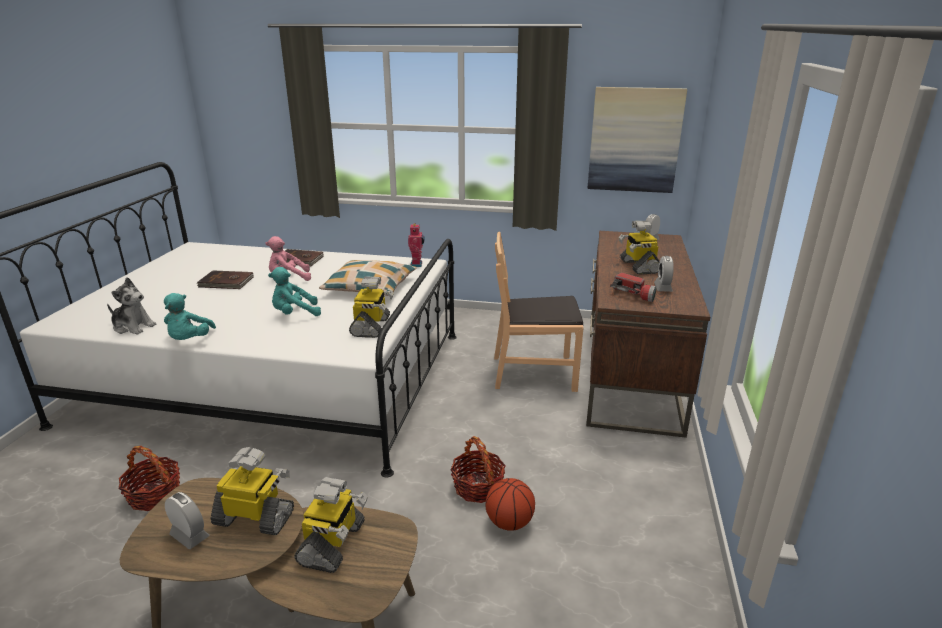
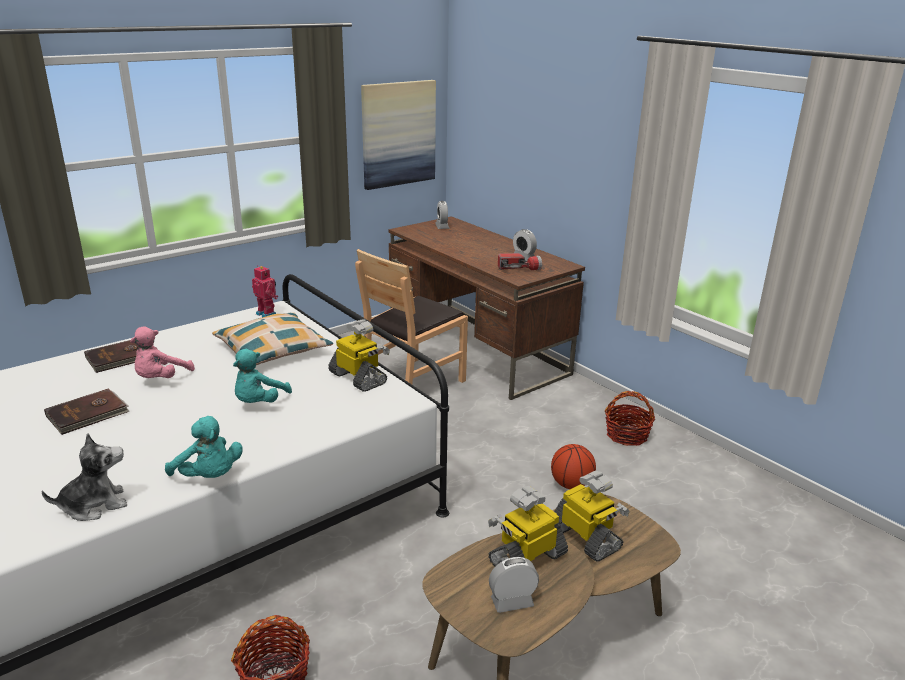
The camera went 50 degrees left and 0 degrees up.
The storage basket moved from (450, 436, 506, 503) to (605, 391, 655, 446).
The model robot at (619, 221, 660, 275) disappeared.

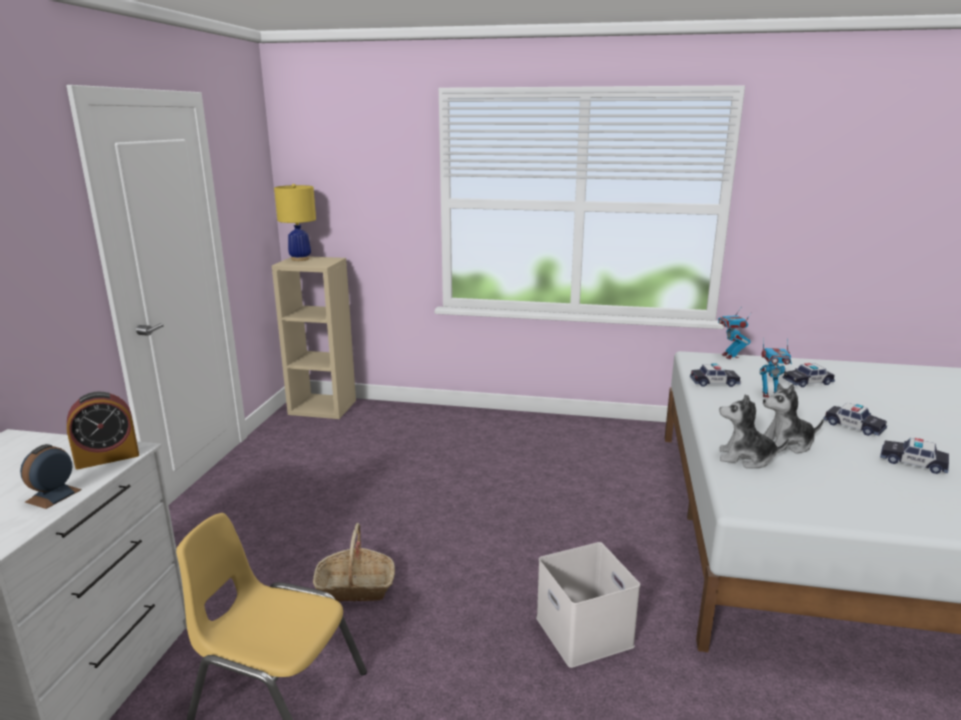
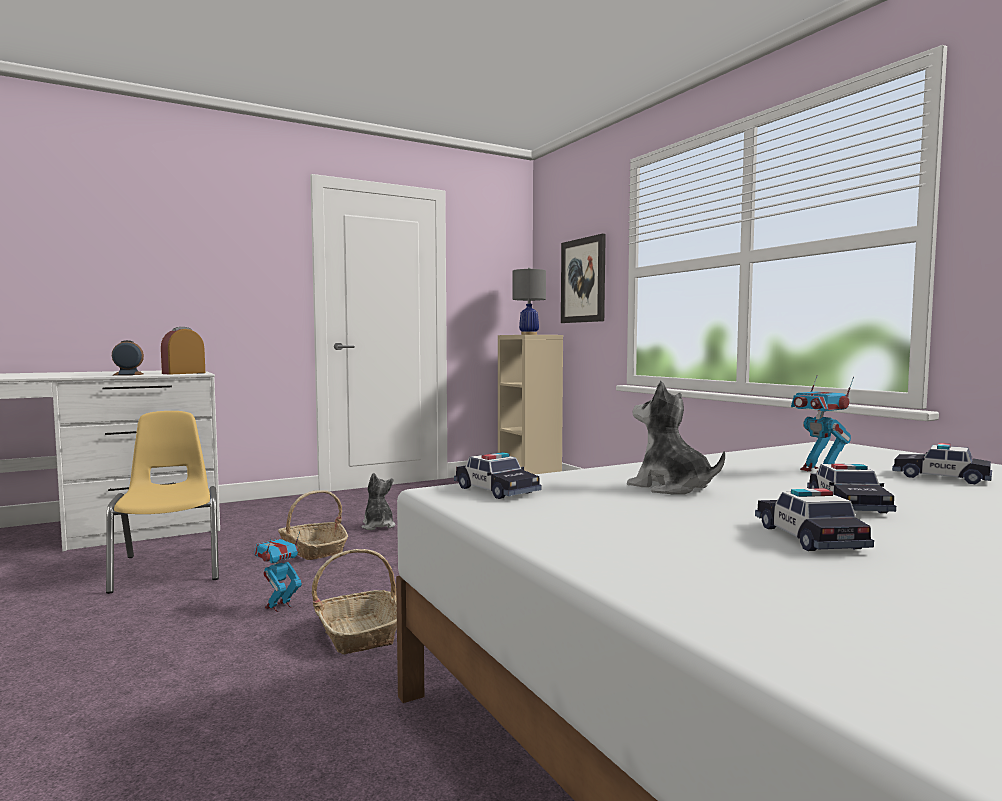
The camera went 50 degrees right and 15 degrees down.
The bedside clock at (67, 392, 139, 470) turned 105 degrees clockwise.
The model robot moved from (718, 306, 752, 359) to (254, 531, 302, 612).
The storage container (white) at (536, 542, 640, 668) was replaced by the storage basket at (311, 549, 397, 655).
The plush toy moved from (720, 394, 789, 468) to (362, 473, 395, 530).
The miniature car moved from (690, 363, 741, 387) to (454, 452, 541, 499).
The lamp for a table (yellow-coloured) at (274, 184, 316, 261) became the lamp for a table (gray) at (513, 268, 546, 335).
The picture at (561, 234, 606, 323) appeared.

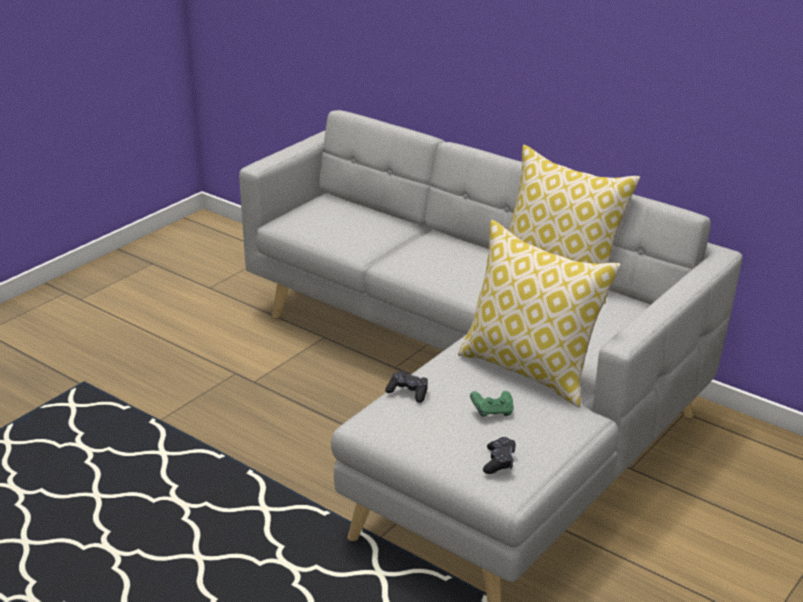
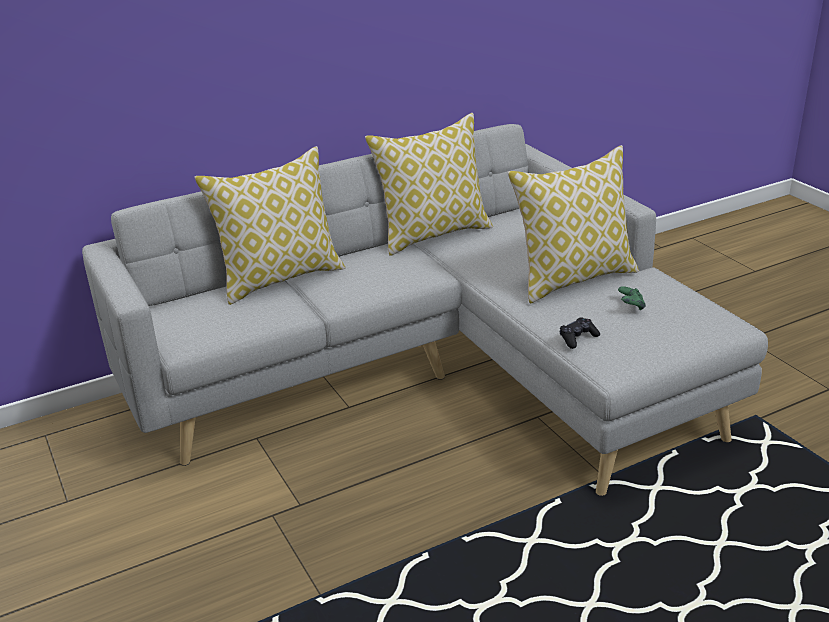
The camera went 65 degrees left and 0 degrees up.
The cushion at (194, 146, 346, 305) appeared.
The joypad (black) at (483, 437, 516, 474) disappeared.

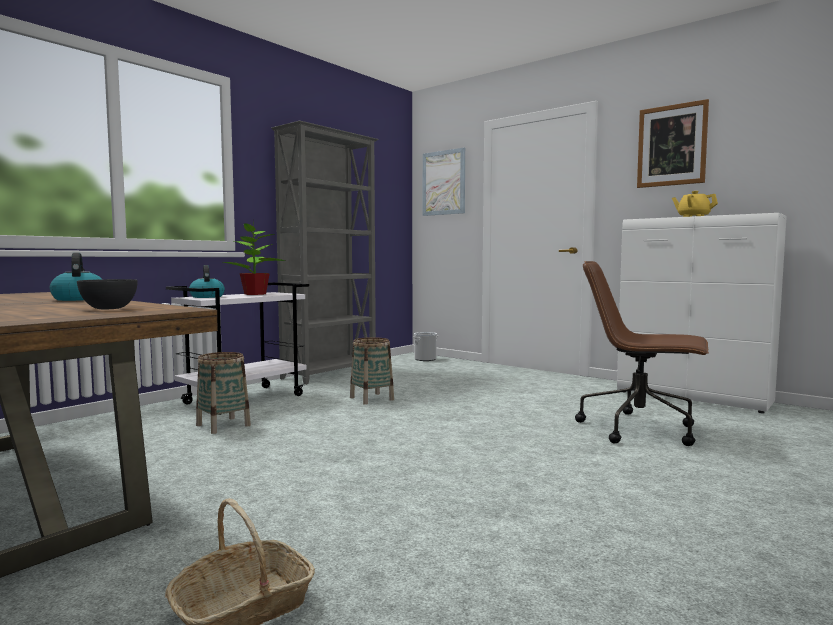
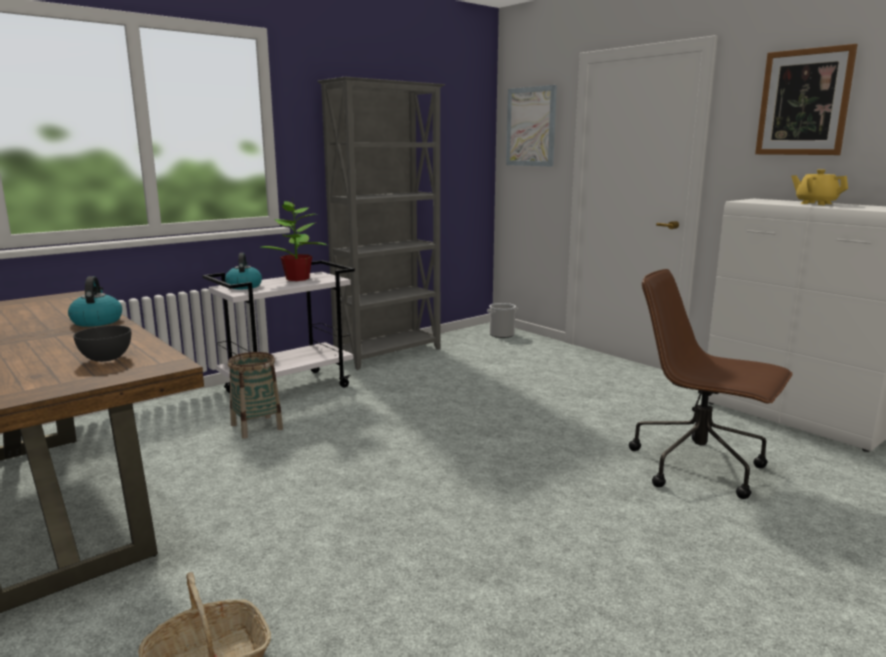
The camera went 10 degrees right and 10 degrees up.
The storage basket at (350, 337, 394, 405) disappeared.

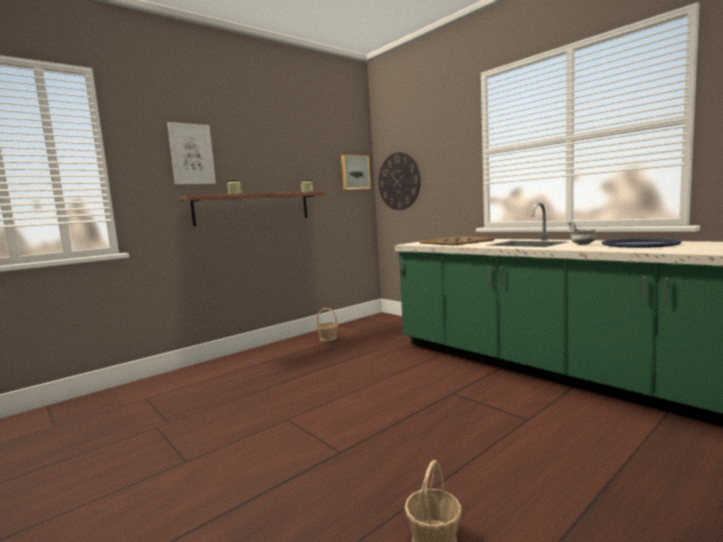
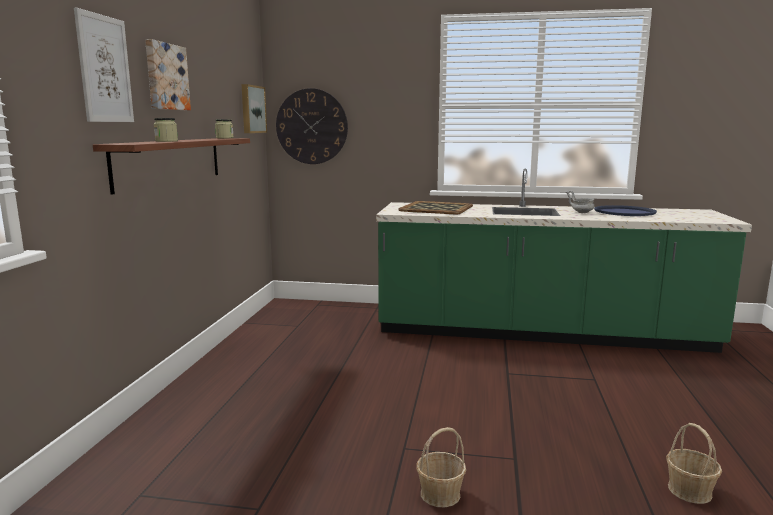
The camera went 40 degrees left and 5 degrees up.
The picture at (145, 39, 191, 110) appeared.
The storage basket moved from (317, 308, 338, 341) to (416, 427, 466, 507).

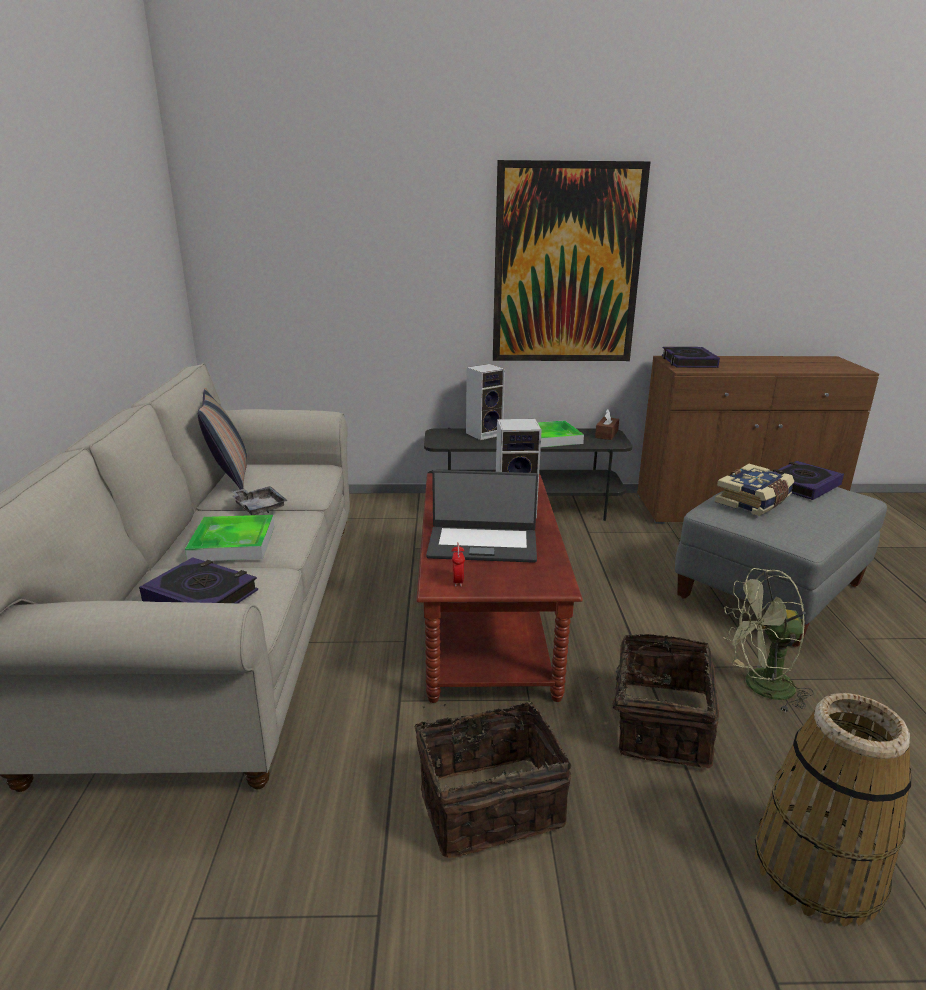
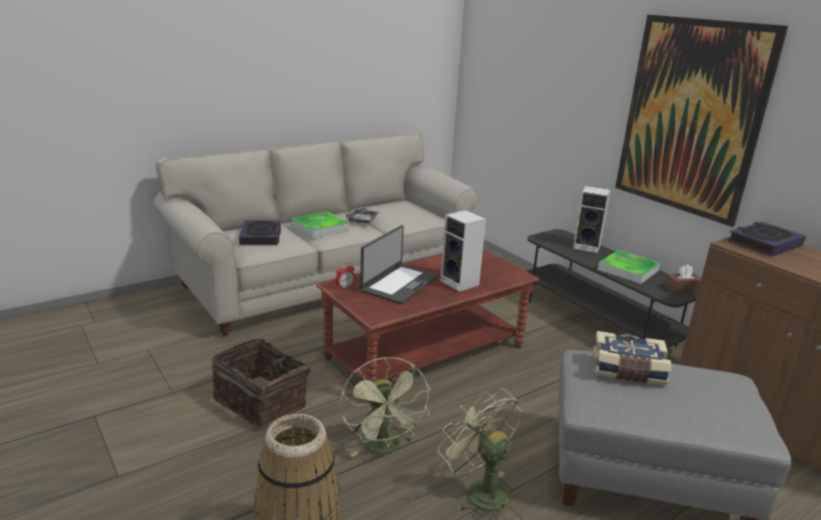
The camera went 55 degrees right and 0 degrees up.
The storage basket at (591, 634, 719, 768) was replaced by the electric fan (green-coloured) at (340, 357, 431, 457).
The notebook computer at (426, 470, 538, 563) turned 120 degrees counterclockwise.
The cushion at (198, 388, 247, 490) disappeared.
The volume at (773, 461, 844, 500) disappeared.

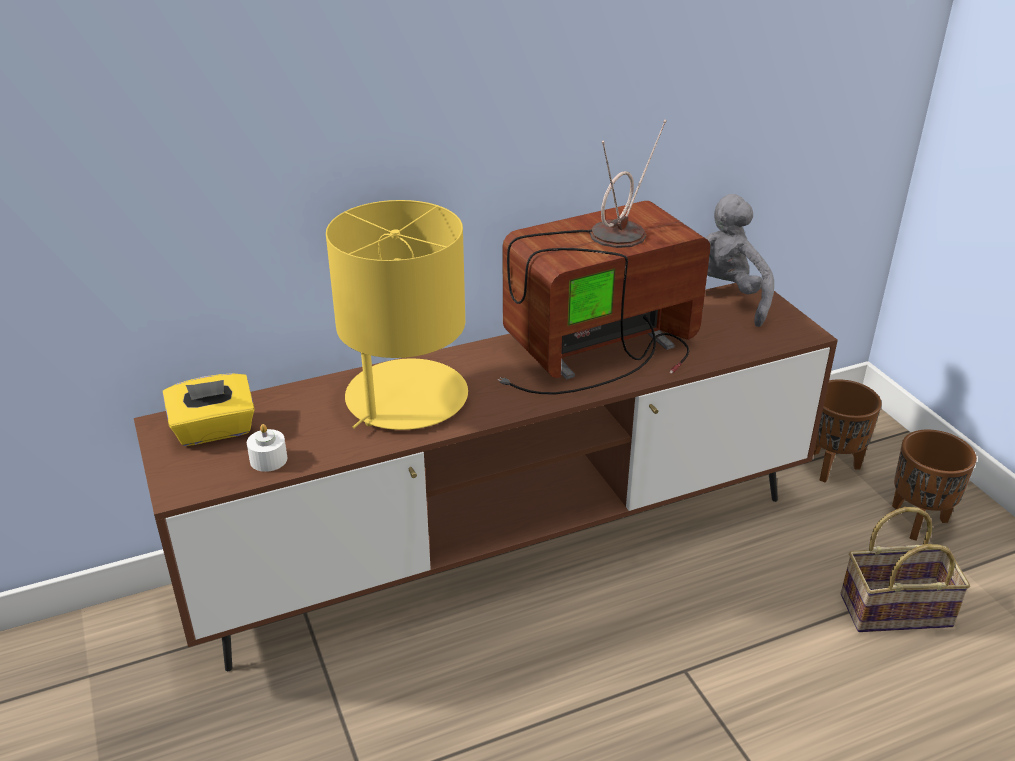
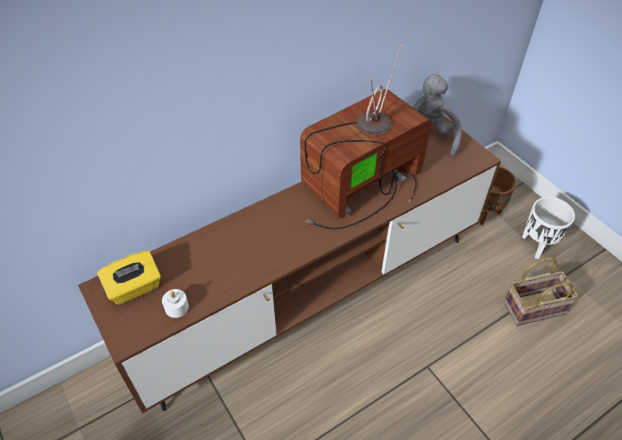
The camera went 10 degrees left and 15 degrees up.
The flower pot (brownish) at (892, 430, 977, 541) became the flower pot (white) at (522, 197, 575, 259).
The lamp for a table (yellow-coloured) at (326, 200, 468, 430) disappeared.

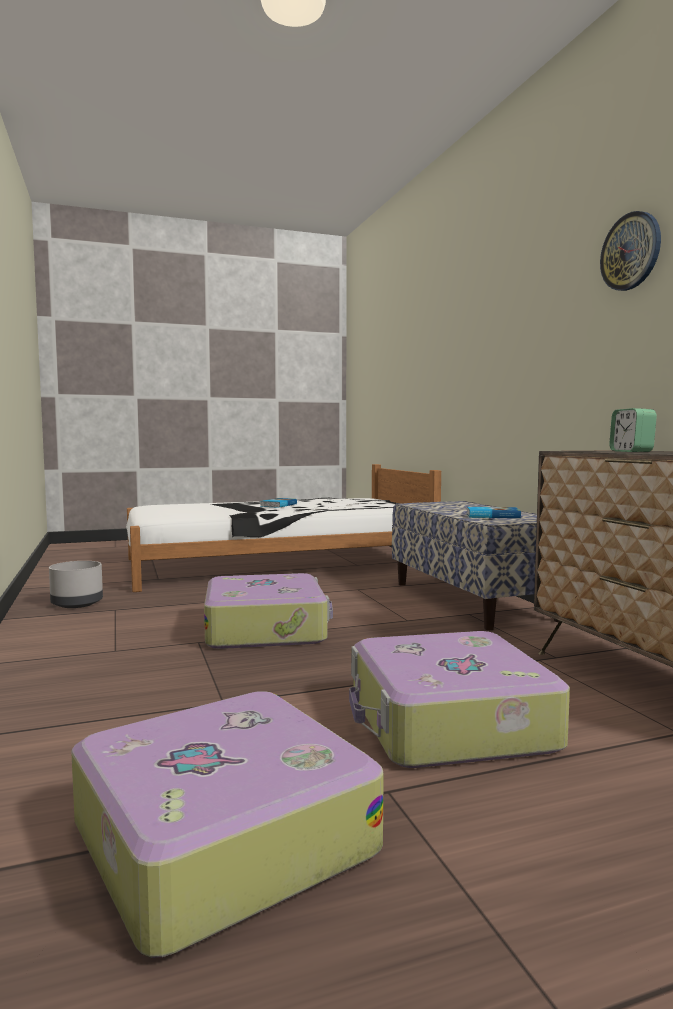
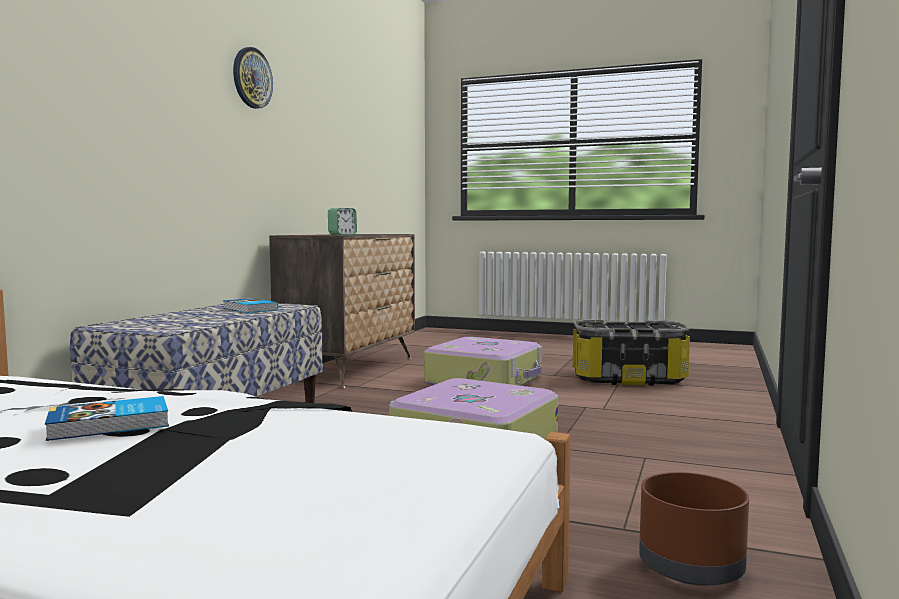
The camera went 140 degrees left and 0 degrees up.
The suitcase at (71, 691, 384, 957) was replaced by the storage container at (573, 320, 690, 386).
The flower pot (gray) at (49, 561, 103, 608) became the flower pot (brownish) at (639, 472, 749, 585).

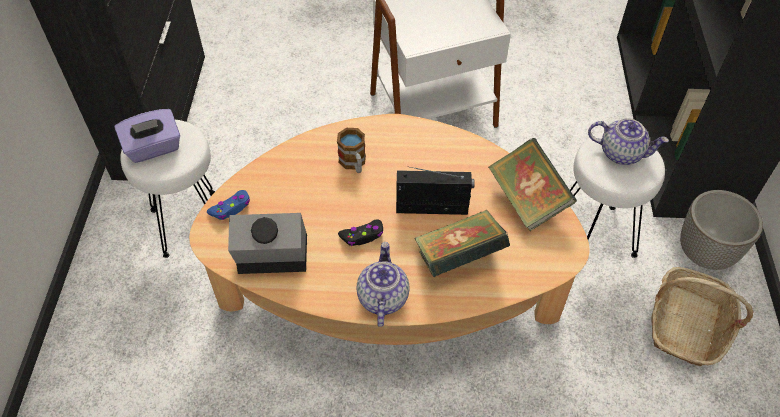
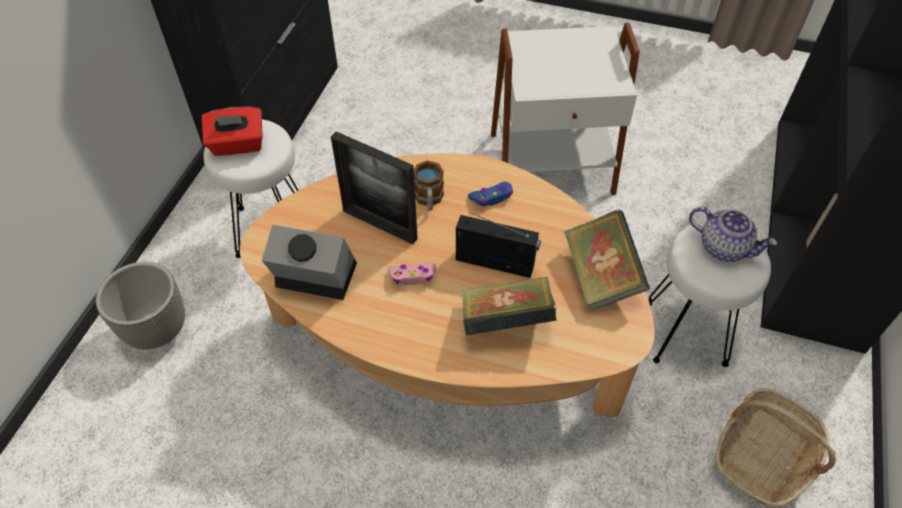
The camera went 15 degrees right and 0 degrees up.
The flower pot moved from (680, 190, 763, 270) to (96, 262, 185, 350).
The tissue box (purple-coloured) at (114, 109, 180, 163) became the tissue box (reddish) at (202, 107, 263, 156).
The photo frame at (331, 131, 418, 244) appeared.
The joypad (black) at (338, 219, 383, 246) became the joypad (pink) at (388, 262, 436, 285).
The joypad (blue-coloured) moved from (207, 190, 250, 220) to (468, 182, 513, 206).
The teapot at (357, 242, 409, 327) disappeared.

